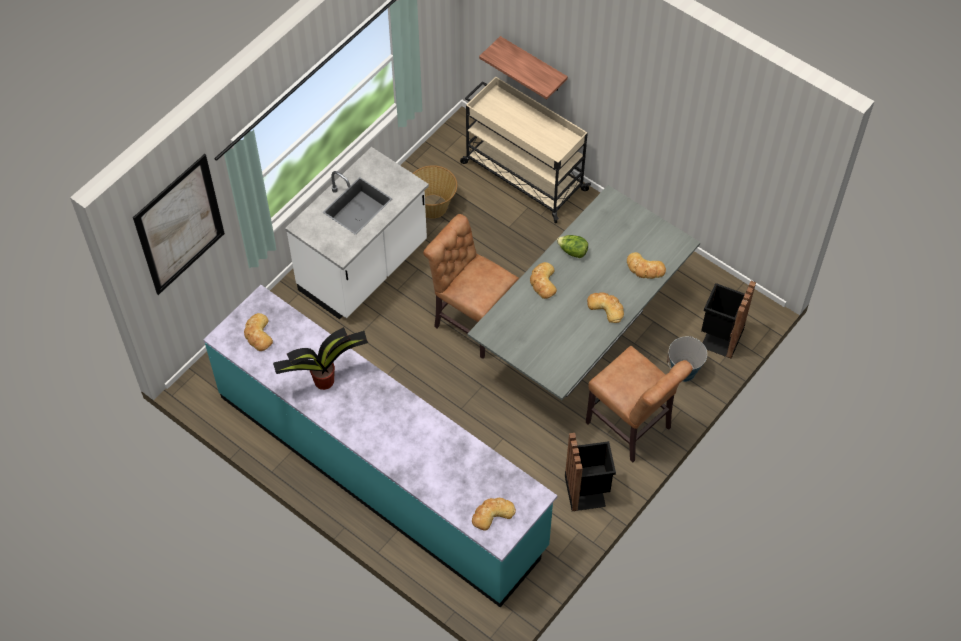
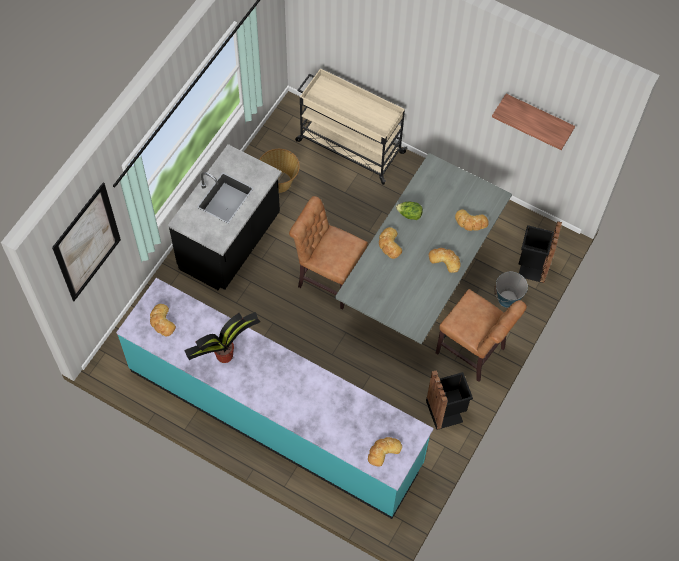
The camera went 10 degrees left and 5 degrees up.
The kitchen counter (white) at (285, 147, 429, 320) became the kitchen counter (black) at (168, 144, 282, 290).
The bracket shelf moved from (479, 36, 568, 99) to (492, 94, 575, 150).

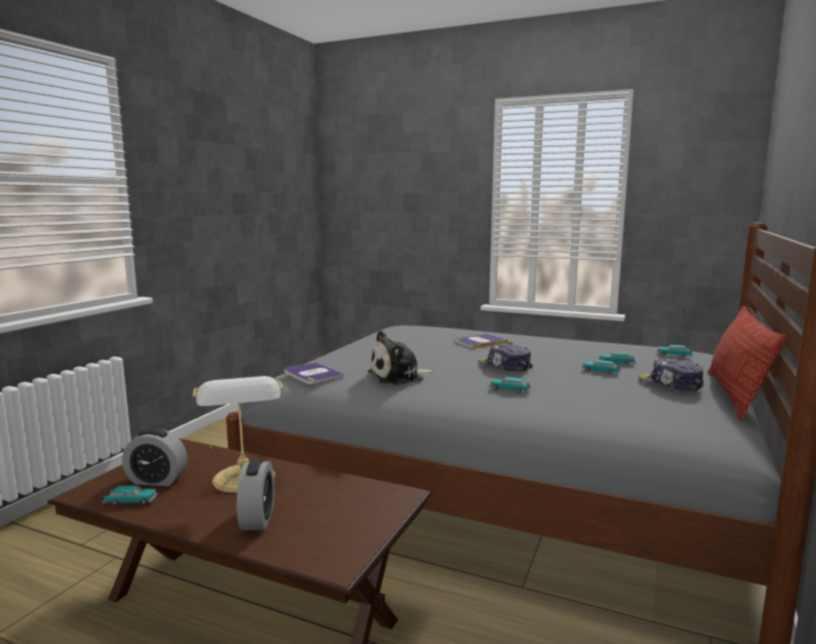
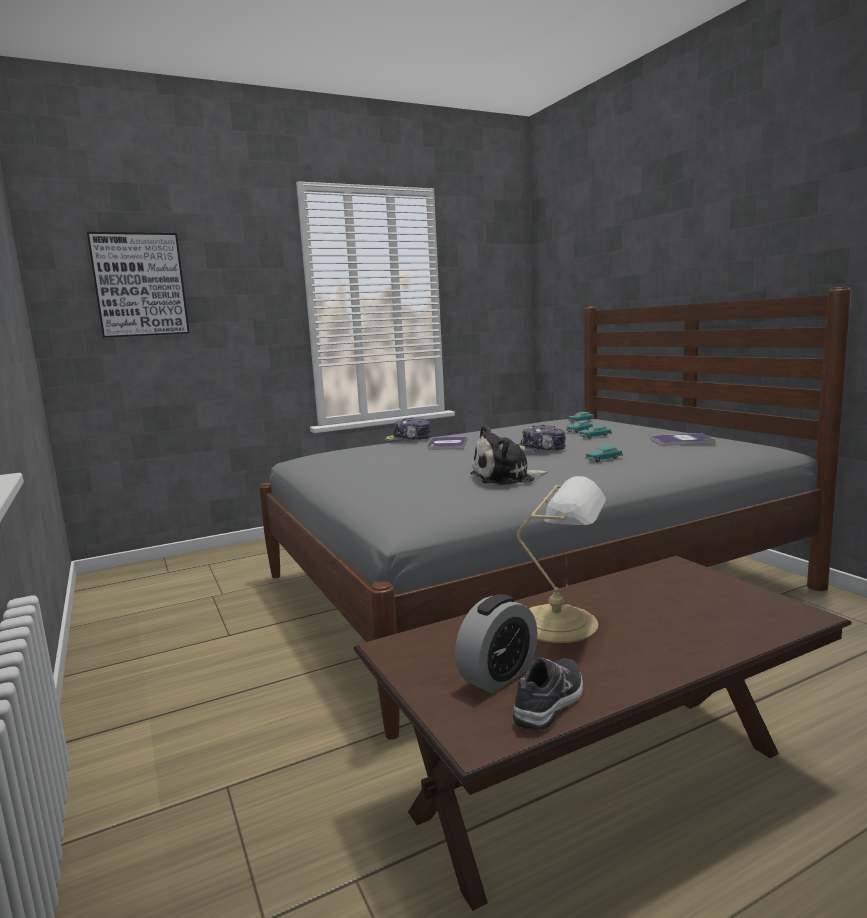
The camera went 50 degrees left and 0 degrees up.
The picture at (87, 232, 190, 338) appeared.
The peaked cap moved from (638, 358, 704, 391) to (384, 418, 432, 442).
The plush toy at (368, 330, 433, 385) turned 60 degrees clockwise.
The miniature car at (102, 486, 158, 505) was replaced by the low shoe at (513, 657, 583, 730).
The volume moved from (284, 362, 344, 384) to (649, 433, 715, 446).
The bedside clock at (237, 459, 274, 531) disappeared.
The cushion at (707, 306, 786, 420) disappeared.

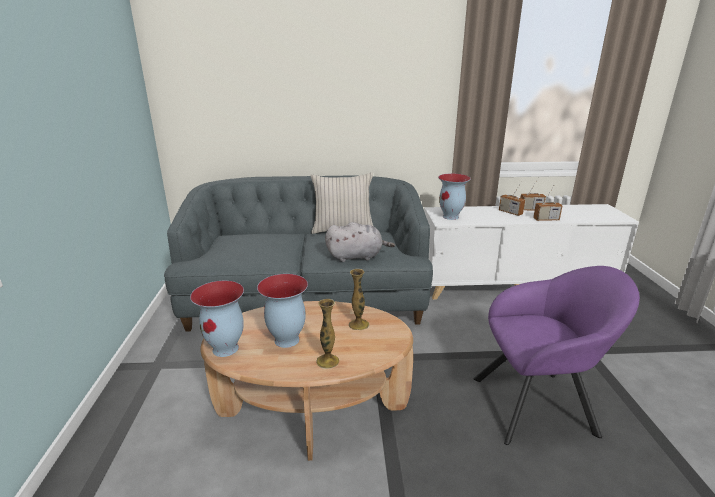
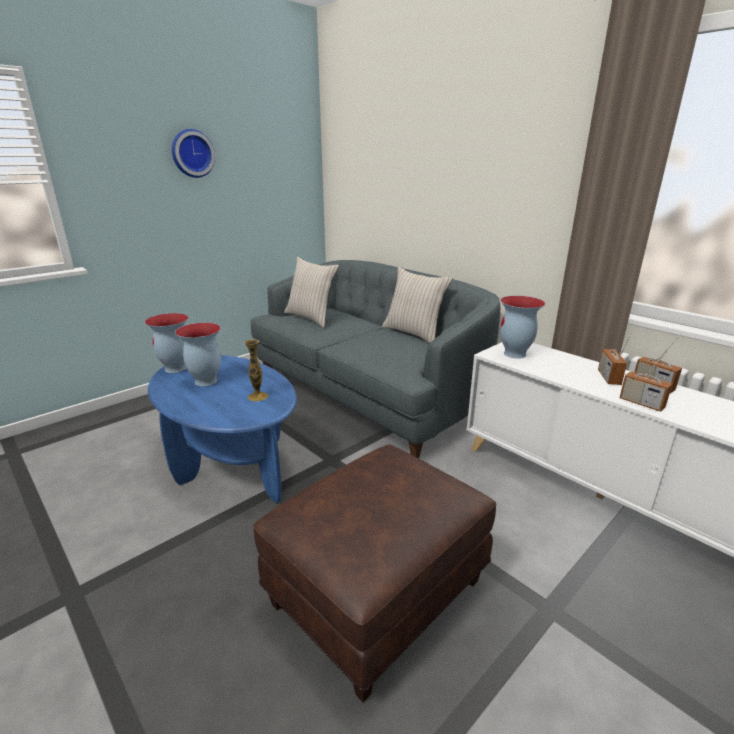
The camera went 50 degrees right and 0 degrees up.
The lounge table (brownish) at (200, 301, 413, 461) became the lounge table (blue-coloured) at (148, 355, 297, 503).
The wall clock at (172, 129, 215, 178) appeared.
The armchair (purple-coloured) at (474, 266, 640, 445) was replaced by the footrest (brownish) at (253, 445, 497, 702).
The cushion (sand-coloured) at (284, 257, 339, 328) appeared.
The vase at (316, 299, 339, 369) disappeared.
The plush toy (gray) at (325, 222, 395, 262) disappeared.

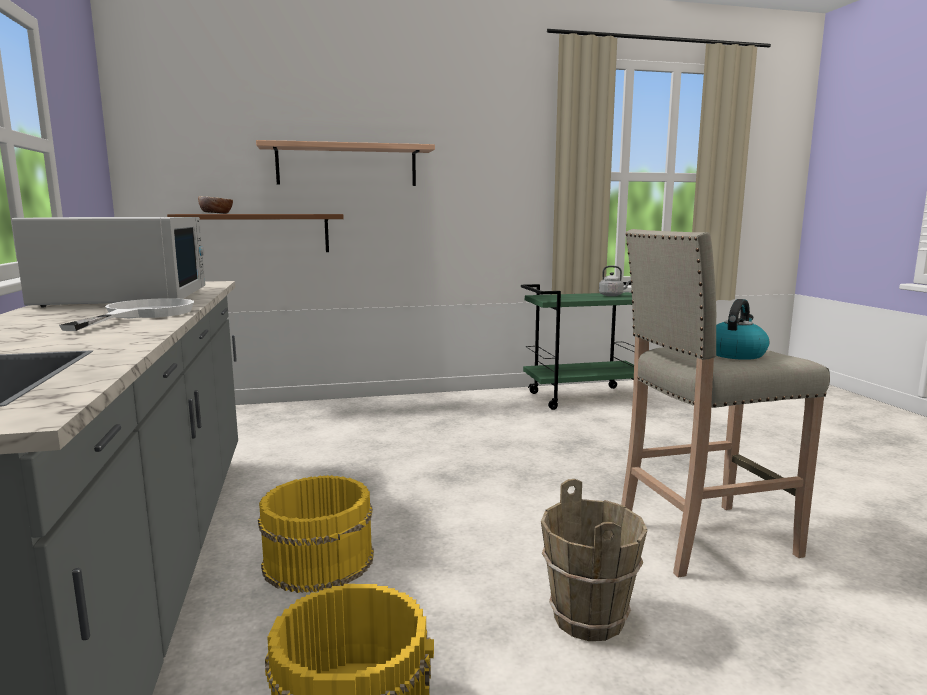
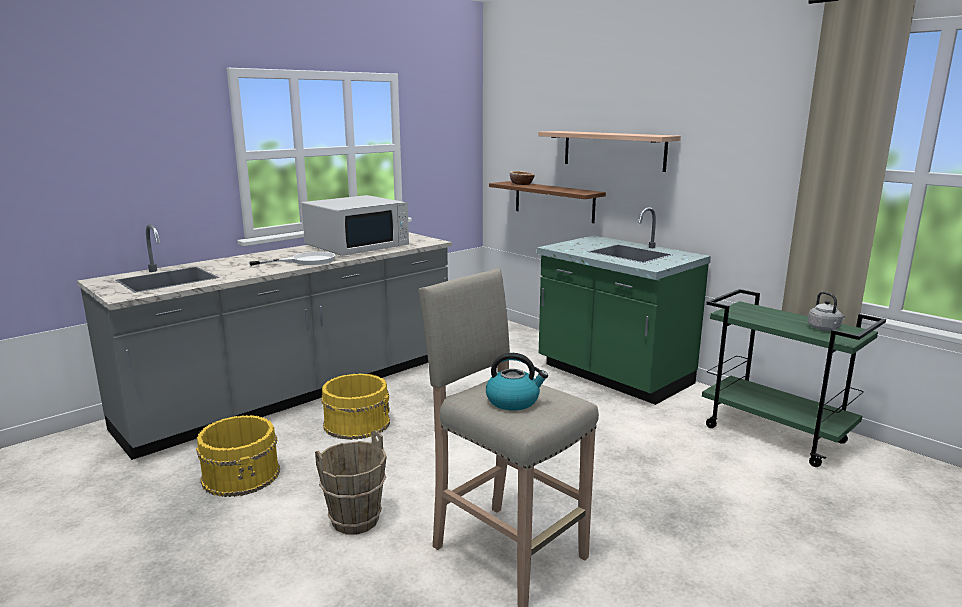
The camera went 60 degrees right and 5 degrees up.
The kitchen counter (green-coloured) at (537, 207, 711, 405) appeared.

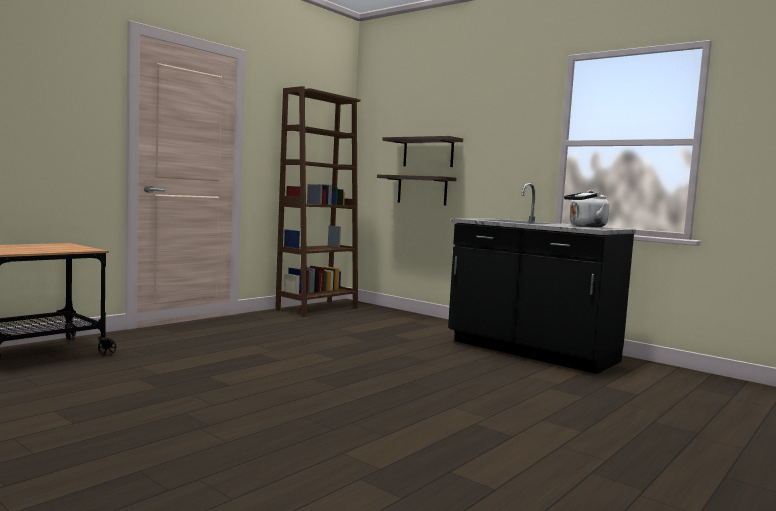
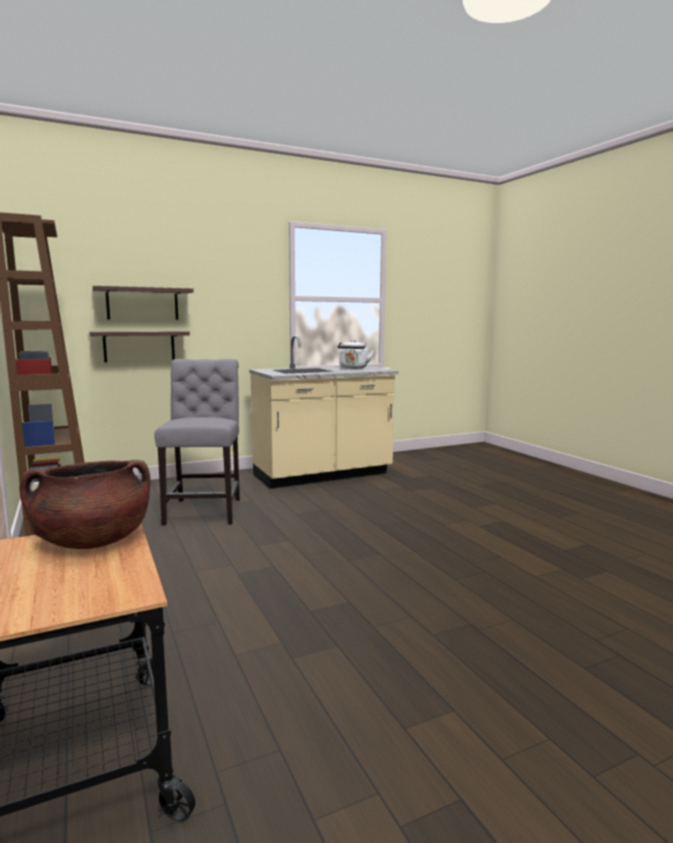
The camera went 65 degrees left and 5 degrees up.
The cooking pot (brownish) at (19, 460, 150, 549) appeared.
The chair (gray) at (154, 359, 240, 526) appeared.
The kitchen counter (black) at (448, 182, 636, 374) became the kitchen counter (sand-coloured) at (249, 335, 398, 489).

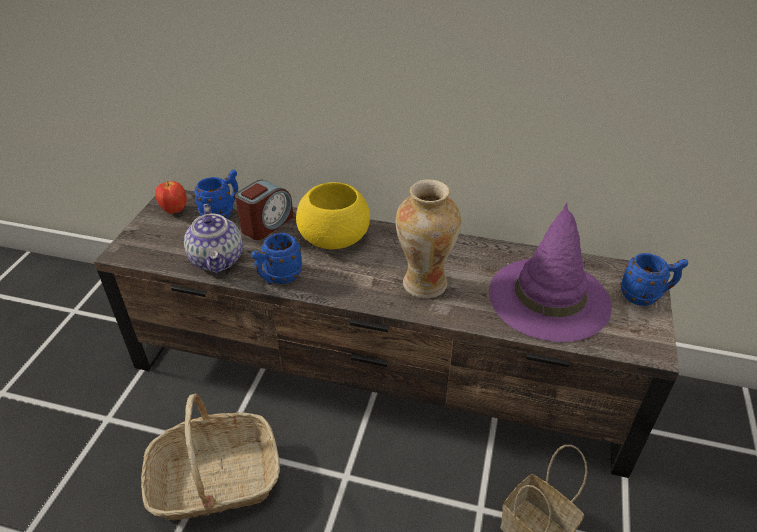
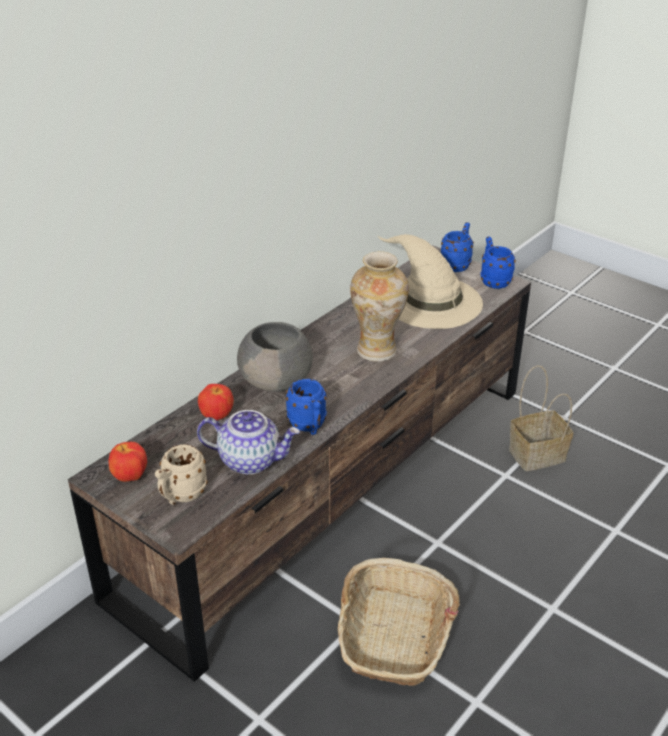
The camera went 65 degrees left and 5 degrees down.
The tea mug (sand-coloured) at (155, 444, 207, 505) appeared.
The bedside clock at (235, 180, 294, 240) was replaced by the apple at (198, 384, 234, 420).
The bowl (yellow-coloured) at (296, 182, 370, 249) became the bowl (gray) at (237, 322, 313, 392).
The hat (purple-coloured) at (489, 203, 611, 342) became the hat (sand-coloured) at (378, 234, 483, 329).
The tea mug (blue-coloured) moved from (193, 170, 238, 218) to (480, 236, 516, 289).

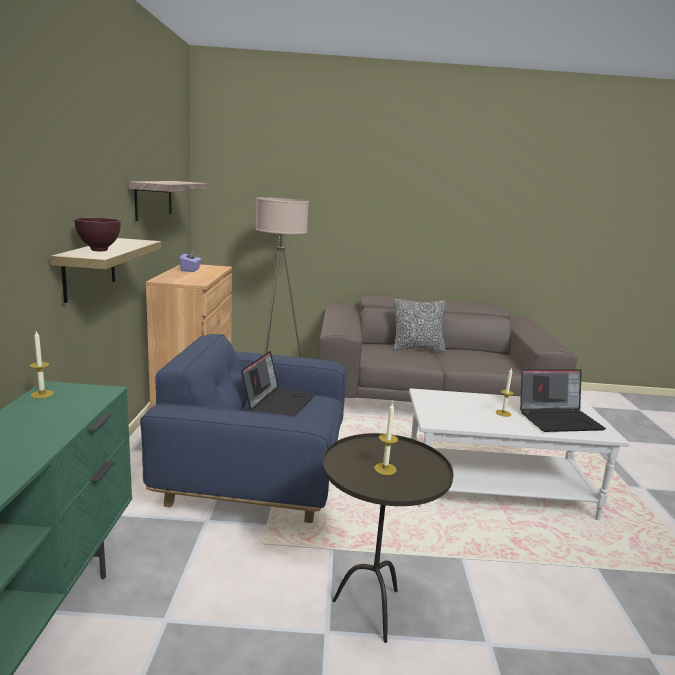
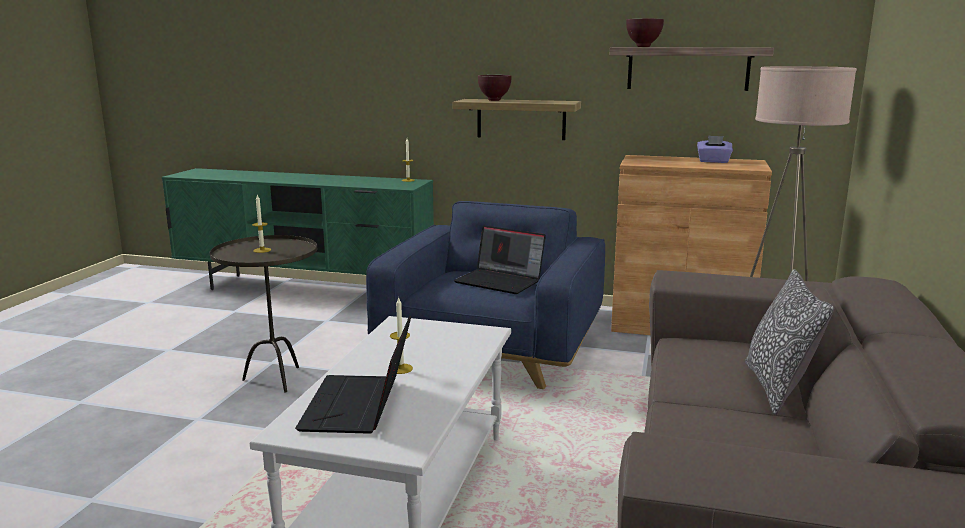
The camera went 105 degrees right and 0 degrees up.
The bowl (brownish) at (626, 19, 664, 47) appeared.

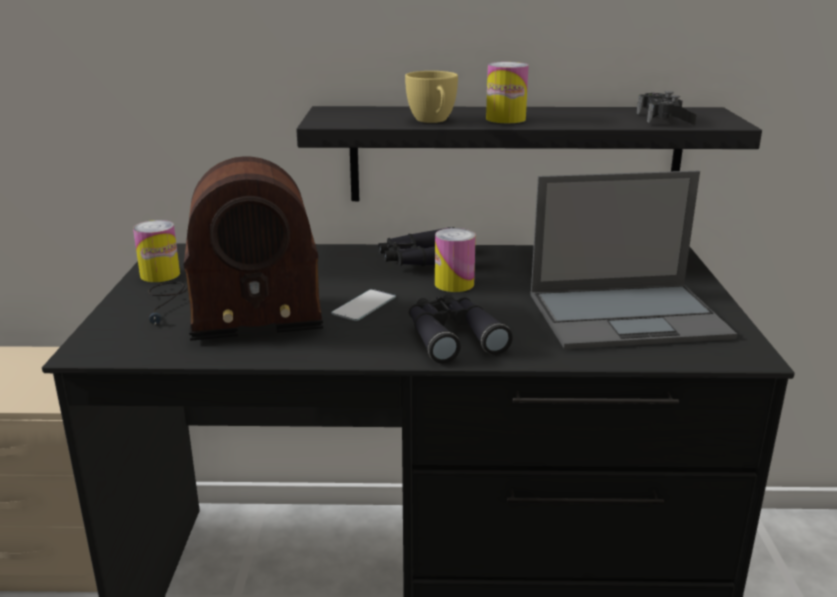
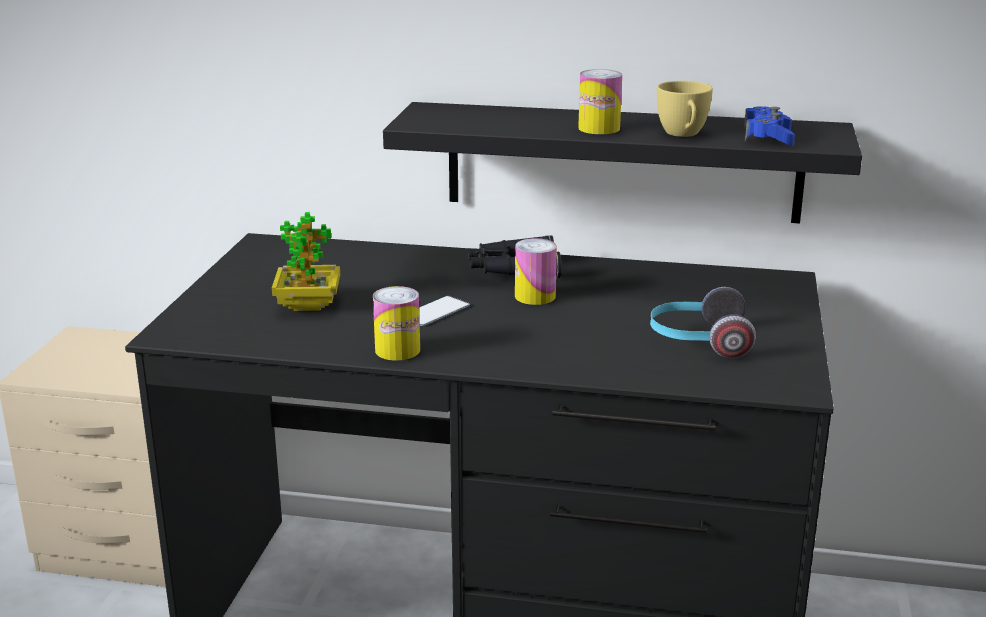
The camera went 10 degrees right and 0 degrees up.
The radio set at (148, 156, 323, 341) was replaced by the plant in a pot at (272, 212, 340, 311).
The can moved from (133, 220, 180, 282) to (373, 286, 420, 361).
The notebook computer at (530, 171, 737, 349) was replaced by the headset at (650, 287, 756, 358).
The drinking cup (yellow-coloured) moved from (405, 71, 458, 123) to (657, 81, 713, 137).
The joypad (black) at (637, 91, 697, 125) became the joypad (blue-coloured) at (744, 106, 795, 146).
The pair of binoculars (black) at (409, 294, 513, 364) disappeared.

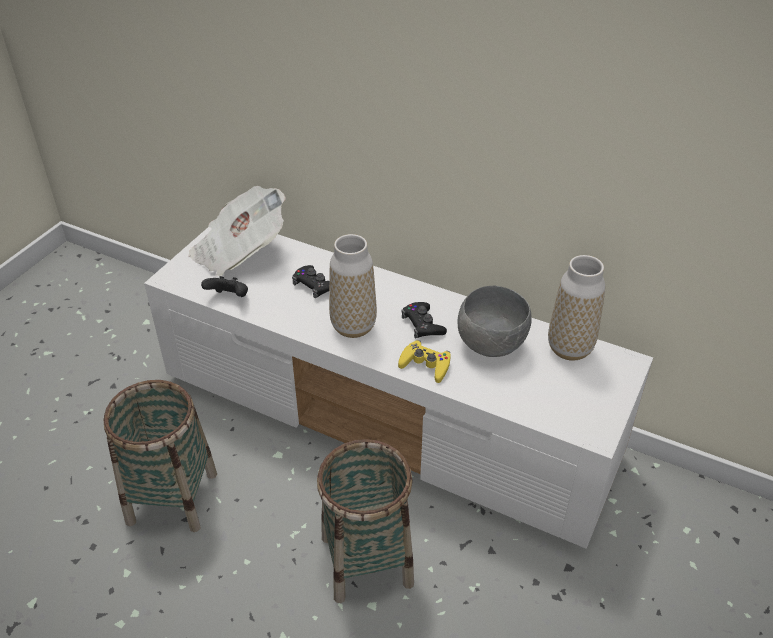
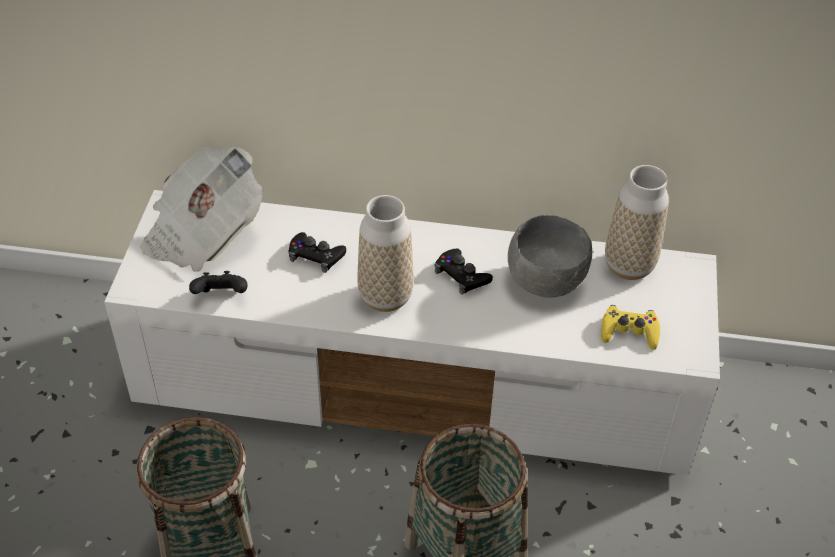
The camera went 20 degrees left and 5 degrees up.
The joypad (yellow-coloured) moved from (398, 340, 451, 383) to (601, 305, 660, 350).

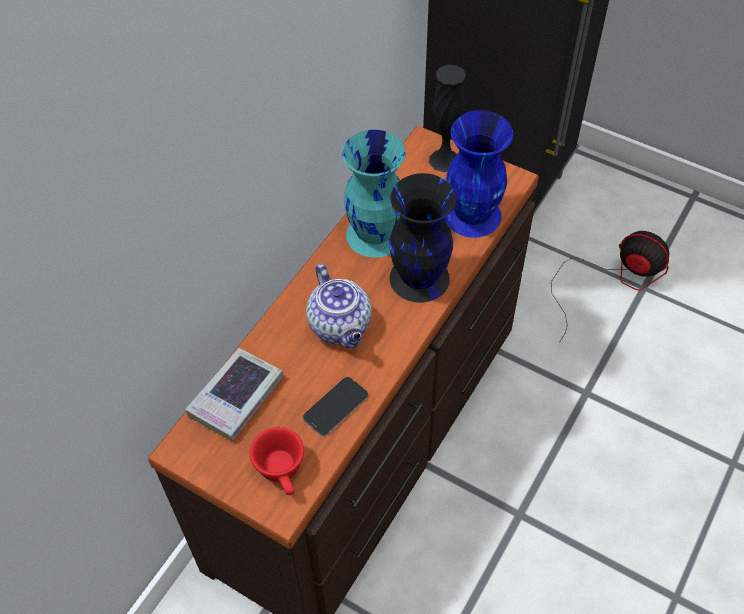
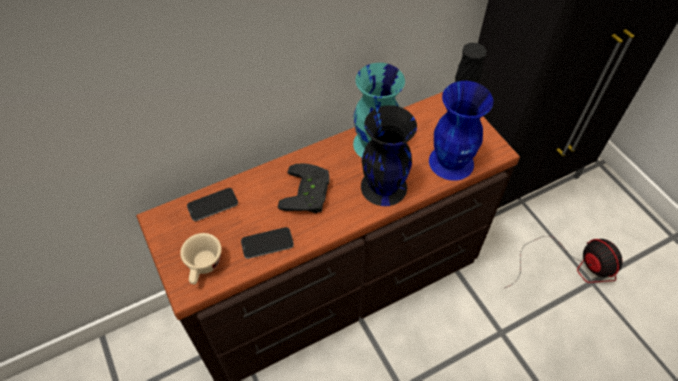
The camera went 30 degrees right and 0 degrees up.
The drinking cup (reddish) at (250, 427, 304, 495) became the drinking cup (sand-coloured) at (180, 233, 222, 284).
The volume at (185, 348, 284, 441) was replaced by the handset at (187, 188, 238, 221).
The teapot at (306, 264, 372, 349) was replaced by the joypad (black) at (278, 163, 330, 213).

